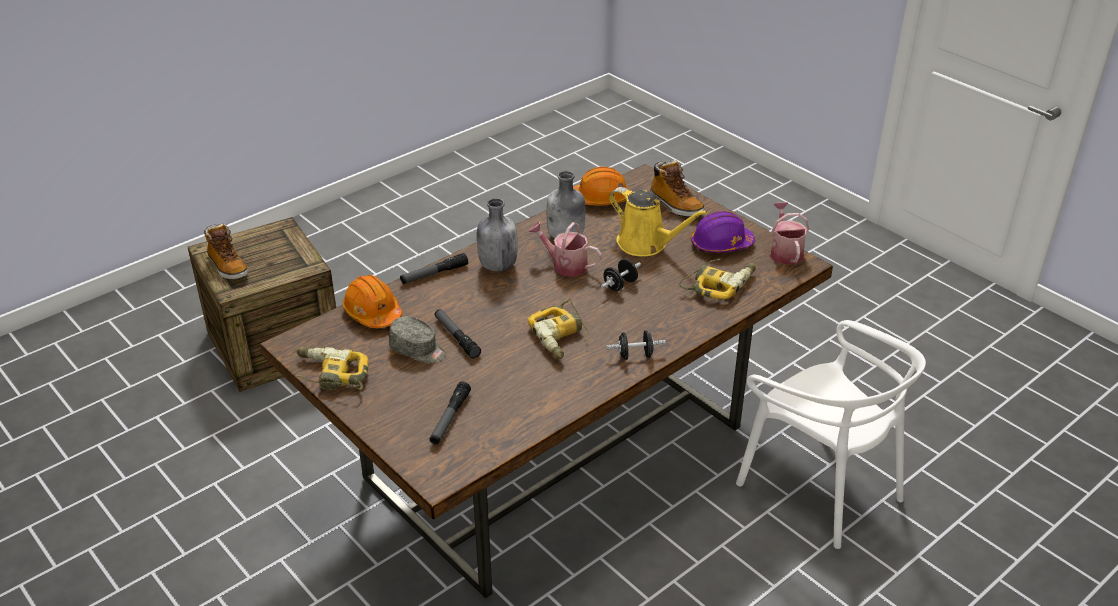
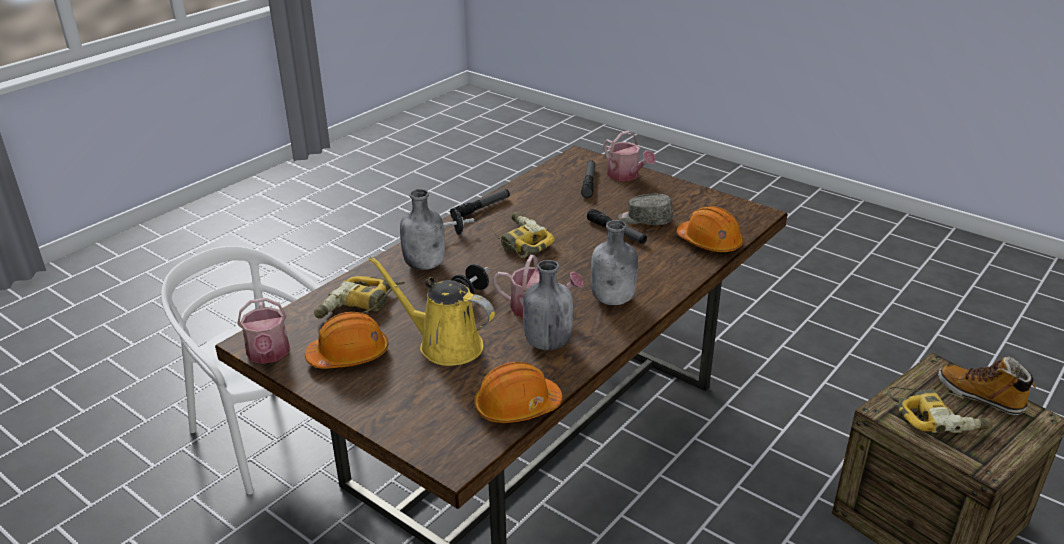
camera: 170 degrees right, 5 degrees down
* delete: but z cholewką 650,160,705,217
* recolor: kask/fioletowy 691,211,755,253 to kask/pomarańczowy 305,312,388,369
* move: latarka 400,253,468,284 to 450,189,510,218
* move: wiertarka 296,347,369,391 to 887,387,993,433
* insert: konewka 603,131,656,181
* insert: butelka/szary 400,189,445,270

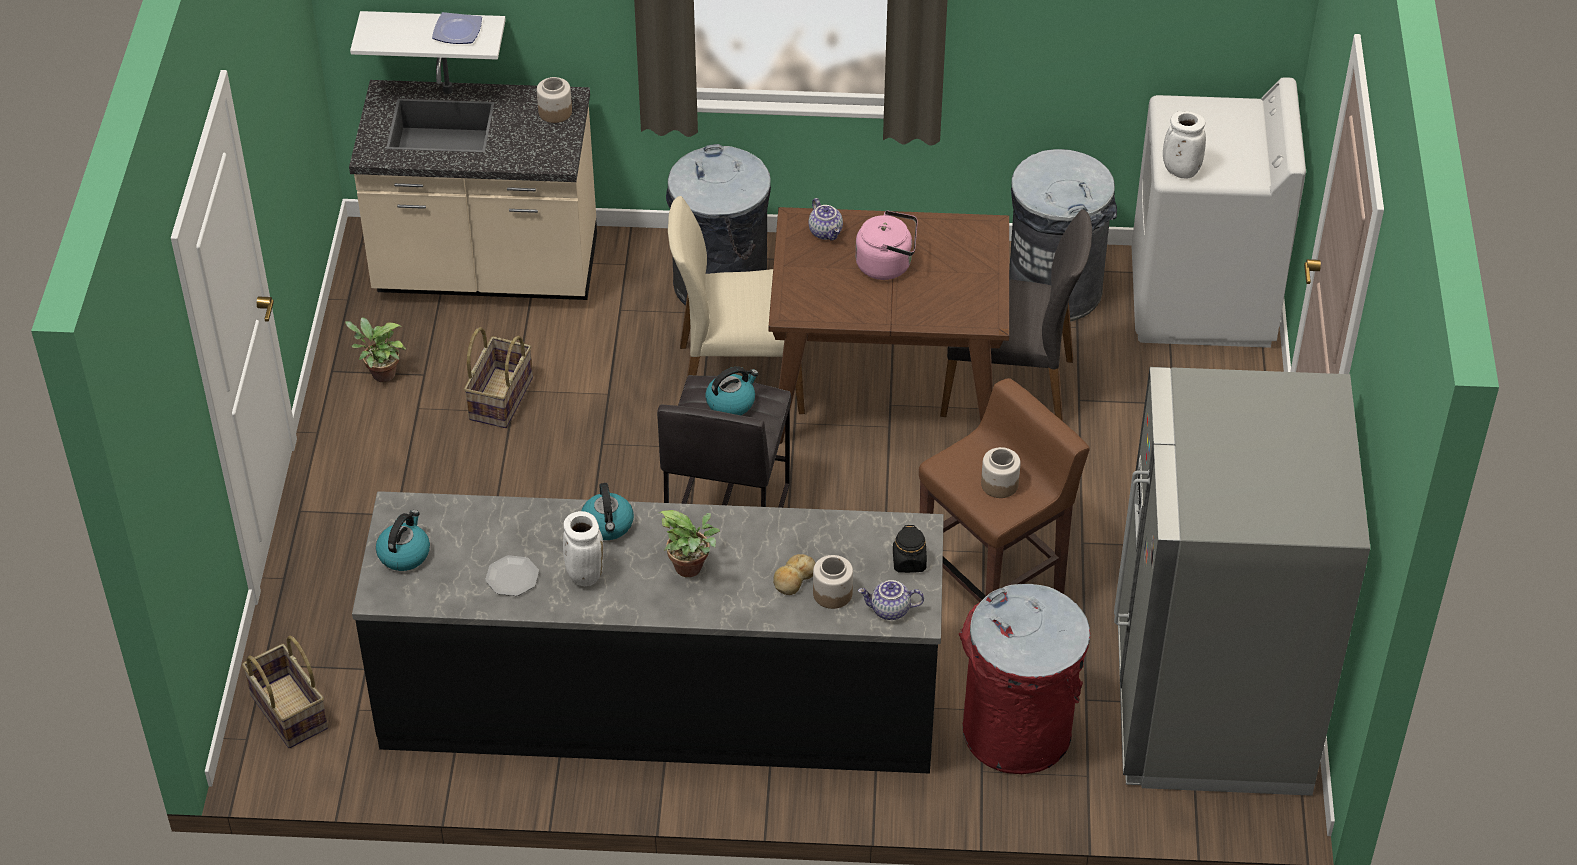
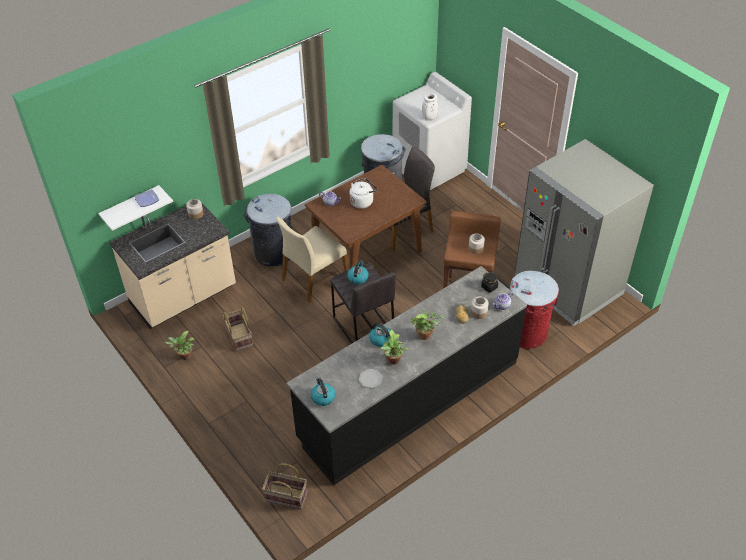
camera: 40 degrees left, 0 degrees up
* recolor: czajnik/różowy 855,210,918,280 to czajnik/biały 350,178,378,209
* replace: wazon/biały 563,511,603,586 to roślina doniczkowa 380,329,410,365

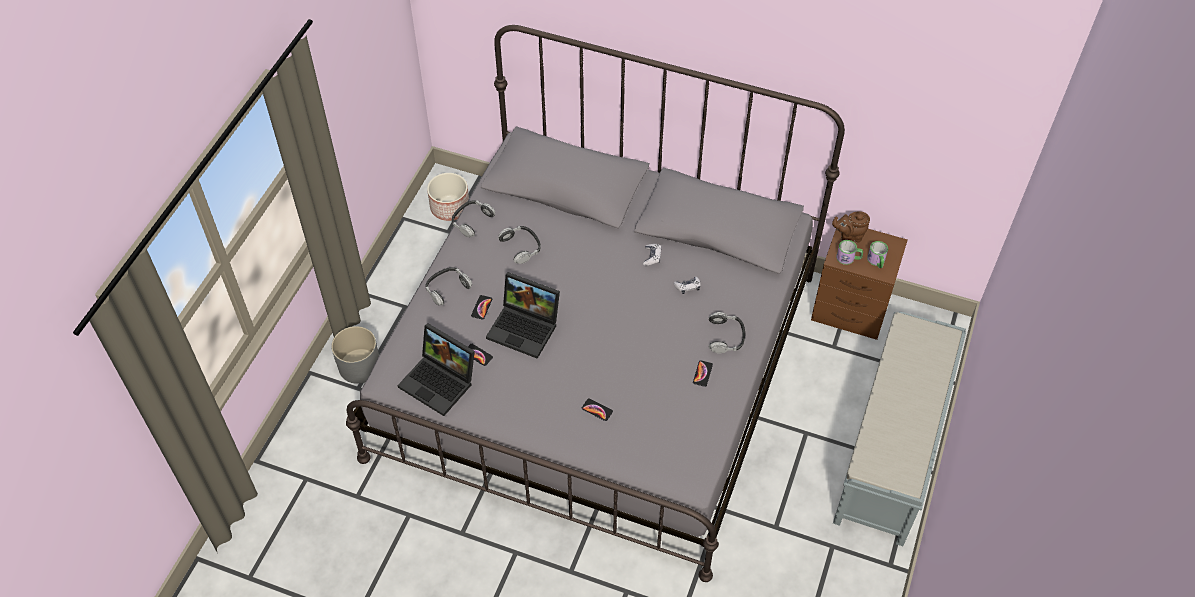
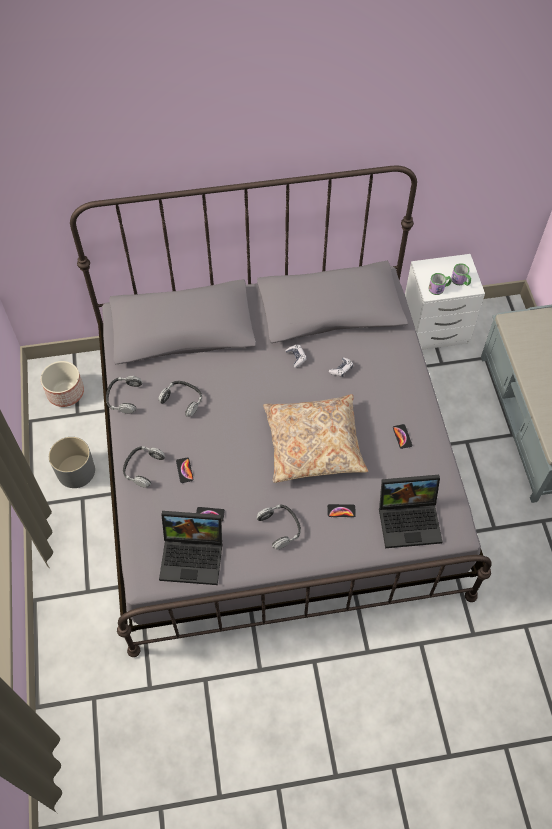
camera: 30 degrees left, 5 degrees up
* delete: imbryk/brązowy 832,211,870,243
* recolor: szafka nocna/brązowy 811,228,907,340 to szafka nocna/biały 405,254,485,350
* move: laptop 486,272,560,359 to 379,475,443,548
* move: słuchawki 709,312,745,353 to 257,505,301,550
* move: donica/szary 331,326,379,384 to 49,437,95,488
* insert: poduszka/beżowy 263,394,368,483

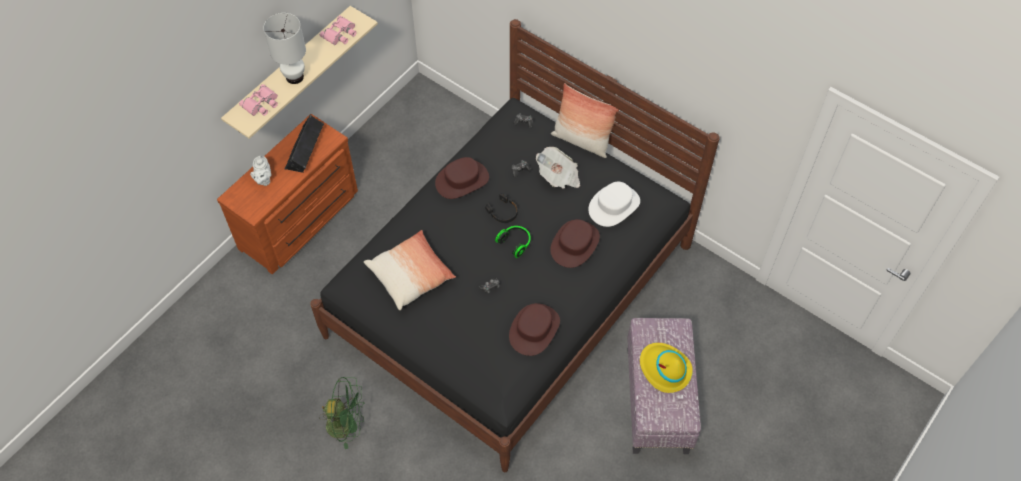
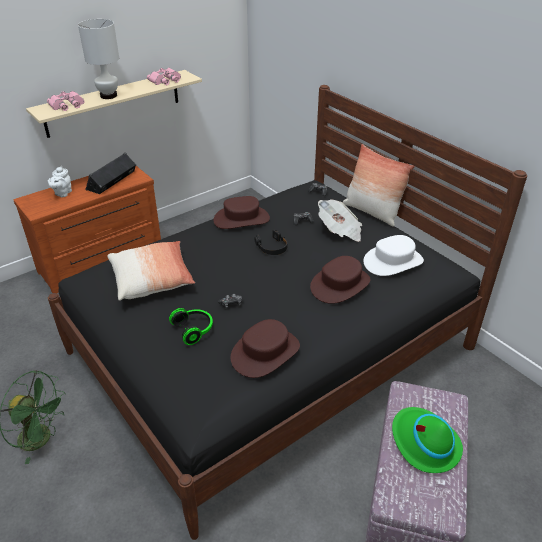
camera: 15 degrees right, 20 degrees down
* move: słuchawki 495,226,531,258 to 169,308,213,345
* recolor: kapelusz/żółty 640,343,693,393 to kapelusz/zielony 392,407,463,473

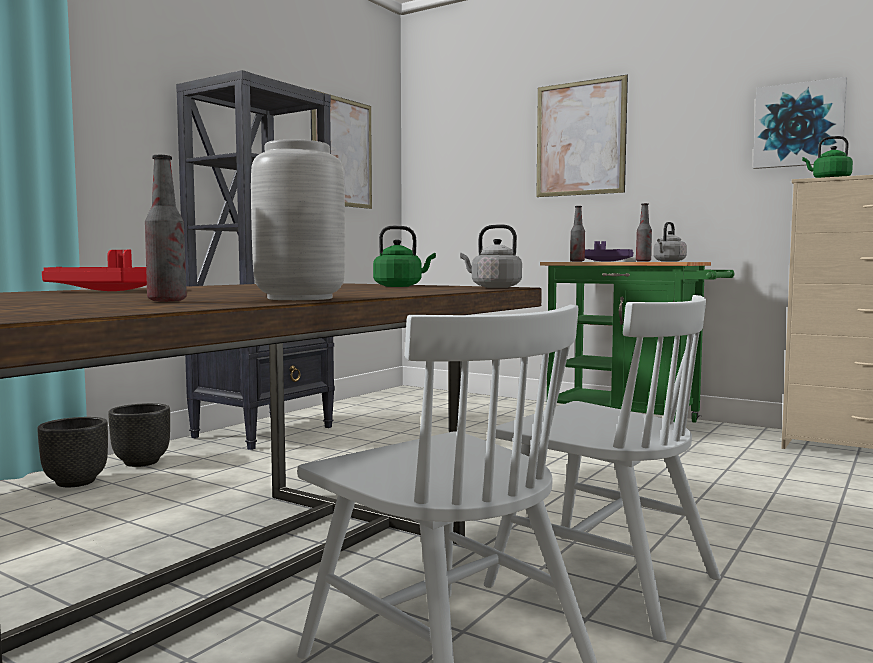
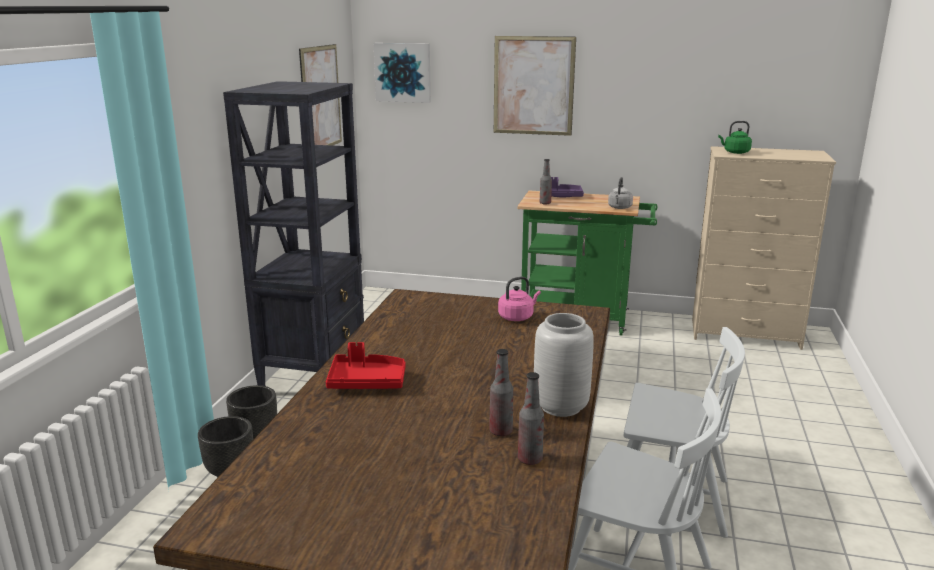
camera: 20 degrees left, 15 degrees up
* move: obraz 753,77,847,169 to 374,43,431,103
* move: butelka 636,203,652,262 to 518,372,544,465
* delete: czajnik/szary 460,224,522,288
* recolor: czajnik/zielony 373,226,436,287 to czajnik/różowy 498,276,541,321

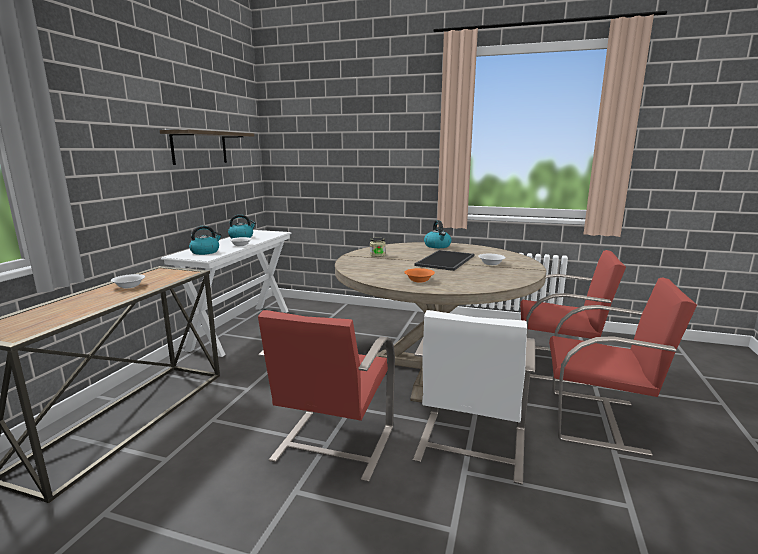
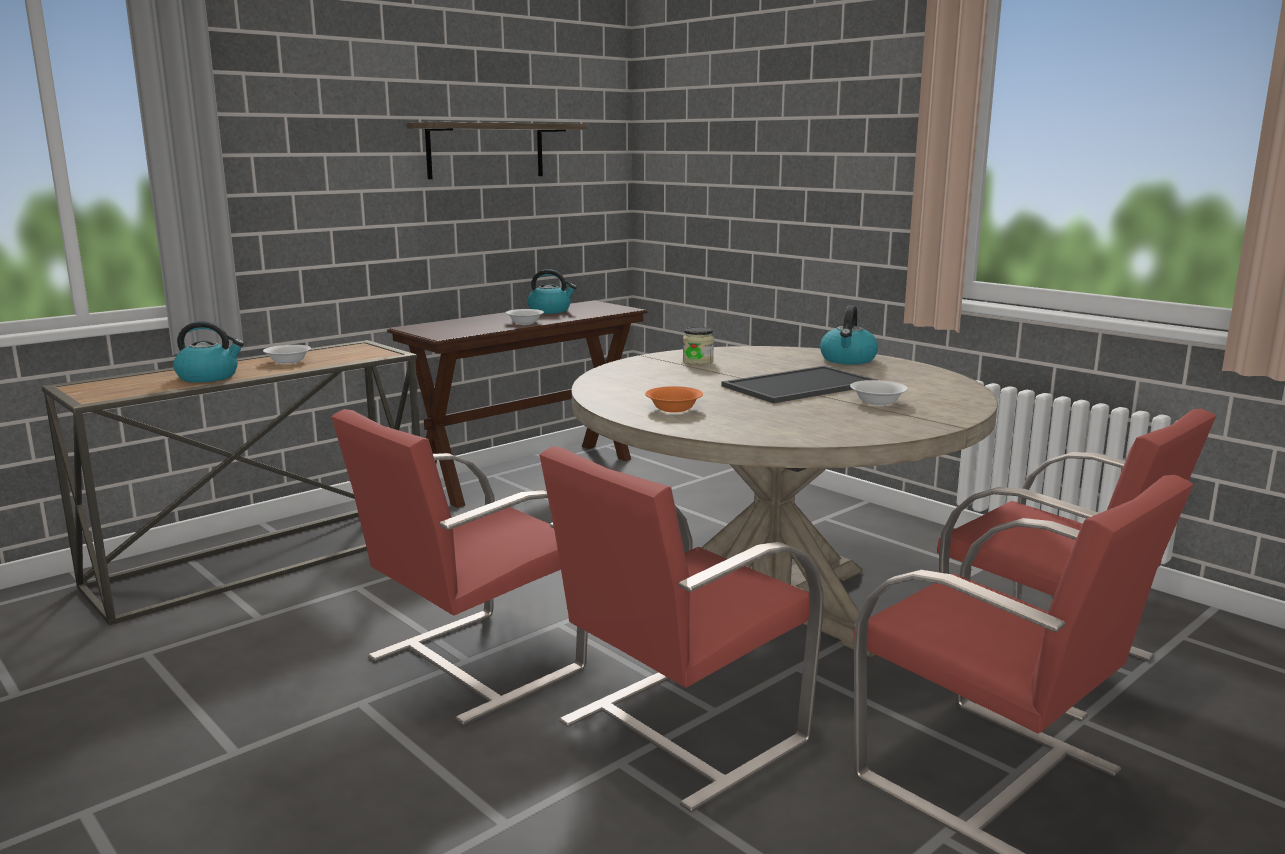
camera: 30 degrees right, 0 degrees up
* move: czajnik 189,226,222,255 to 173,321,244,382
* recolor: stolik konsolowy/biały 161,230,291,357 to stolik konsolowy/brązowy 387,301,647,508
* recolor: krzesło/biały 413,310,535,485 to krzesło/czerwony 540,446,824,813

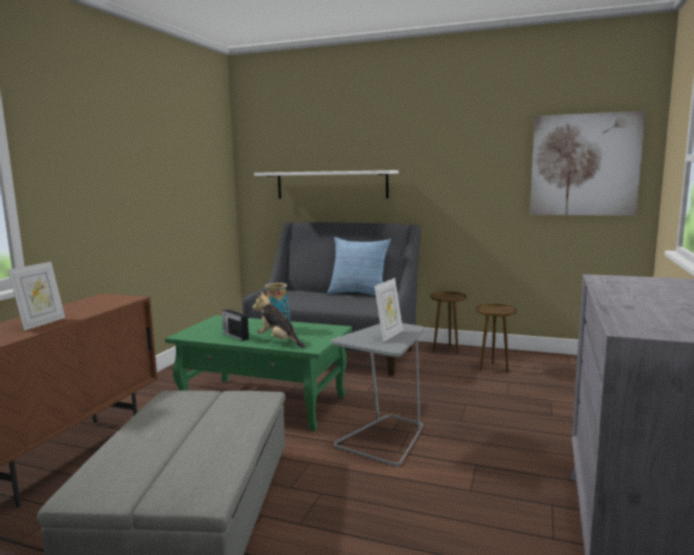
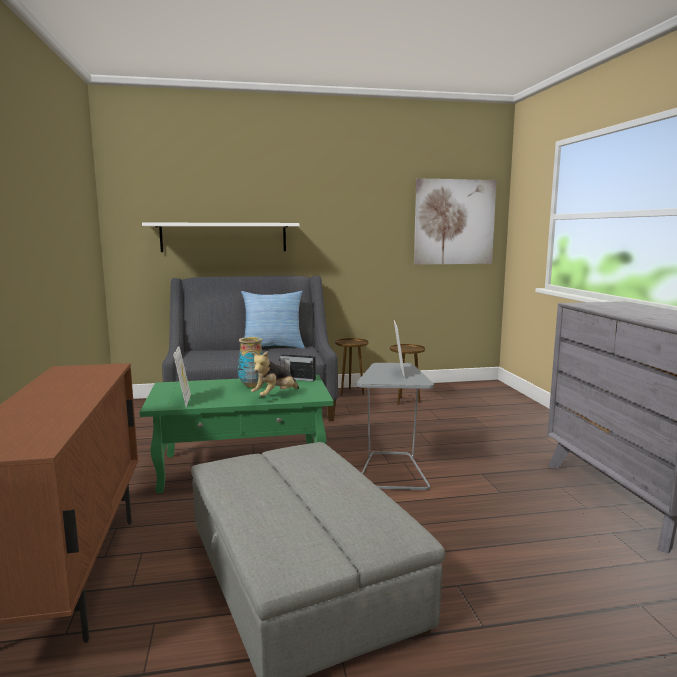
camera: 30 degrees left, 0 degrees up
* move: ramka na zdjęcie 8,262,65,331 to 173,346,191,407
* rotate: pluszak 252,292,305,348 = 251,351,299,397 60 degrees counterclockwise
* move: radio 222,308,249,341 to 279,350,316,381

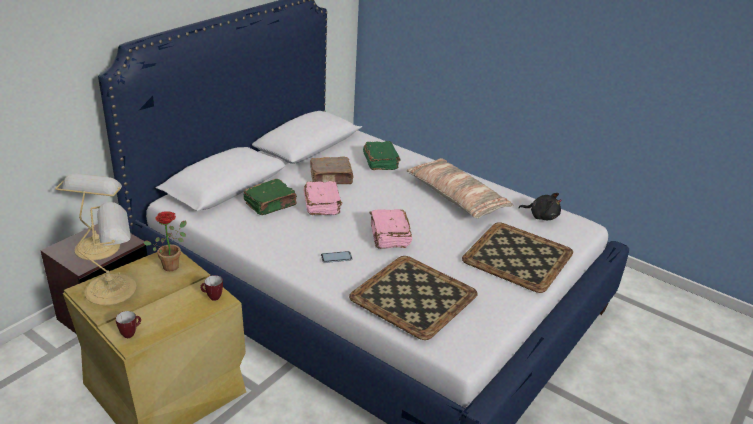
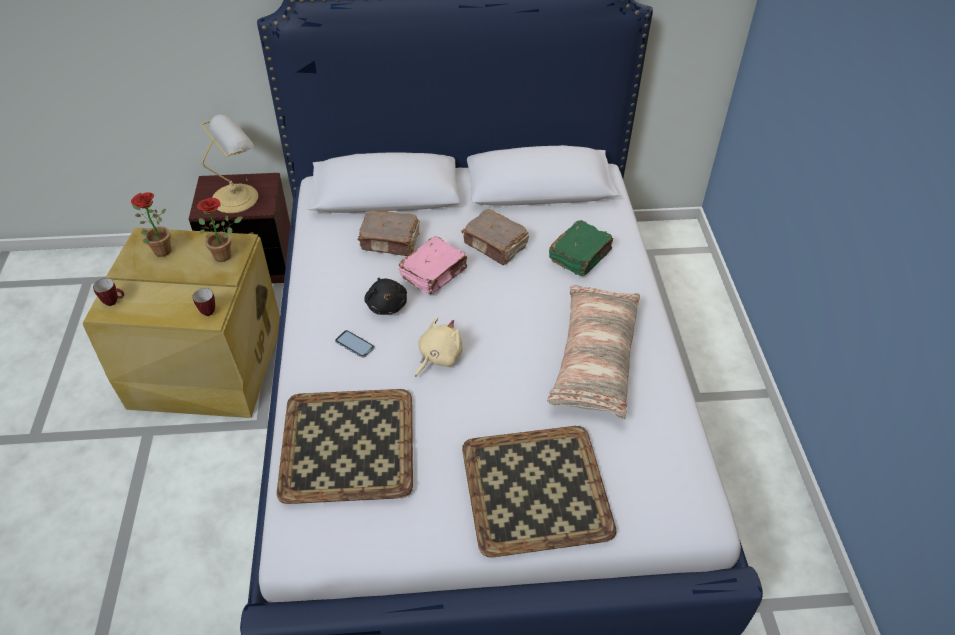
camera: 50 degrees right, 15 degrees up
* recolor: książka/zielony 243,179,297,215 to książka/brązowy 358,210,420,256
* move: pluszak/czarny 518,193,562,220 to 364,278,407,315
* replace: lampa stołowa 77,202,136,305 to roślina doniczkowa 131,192,171,257
* replace: książka/różowy 370,209,412,249 to pluszak/beżowy 415,317,463,377

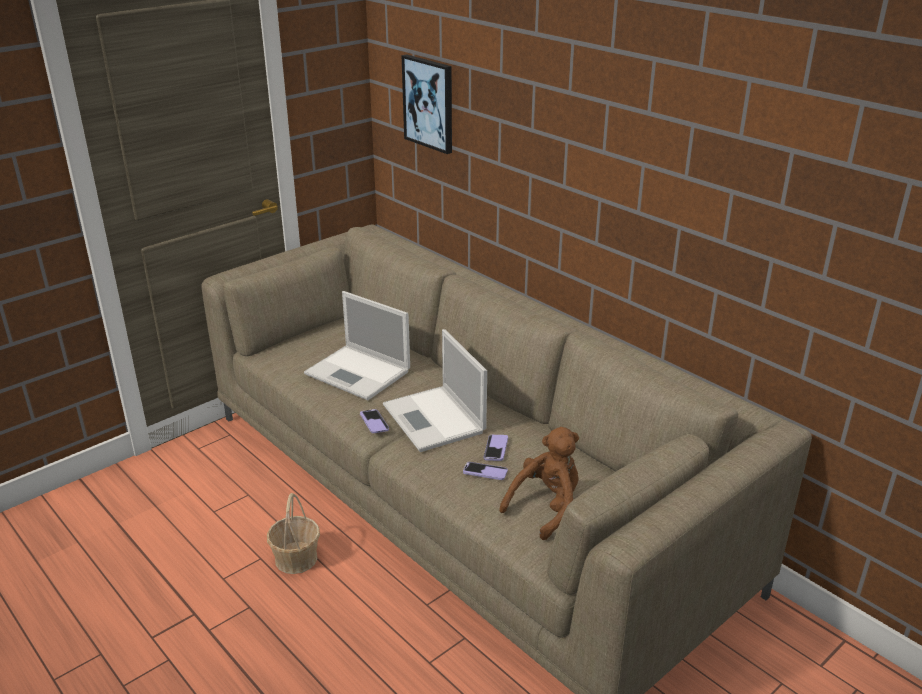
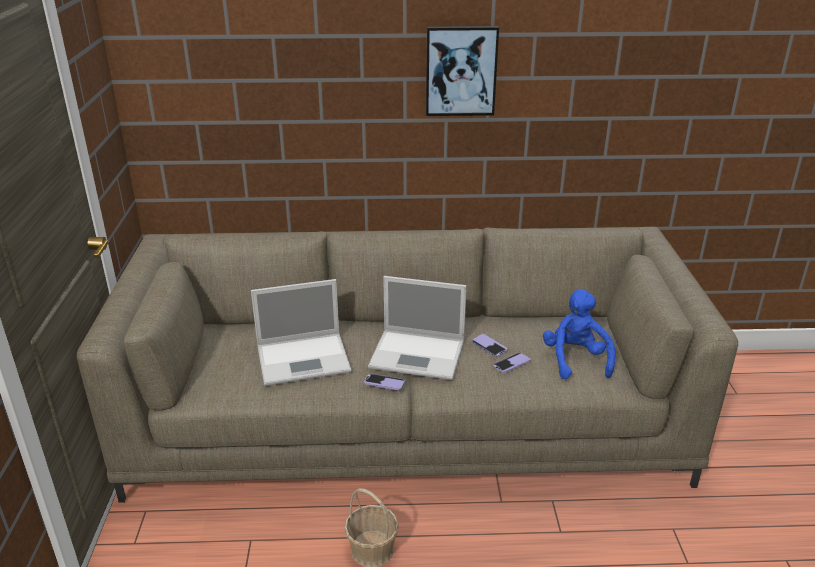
camera: 50 degrees left, 0 degrees up
* move: obraz 402,54,452,154 to 426,26,499,116
* recolor: pluszak/brązowy 499,427,579,540 to pluszak/niebieski 543,289,616,379

